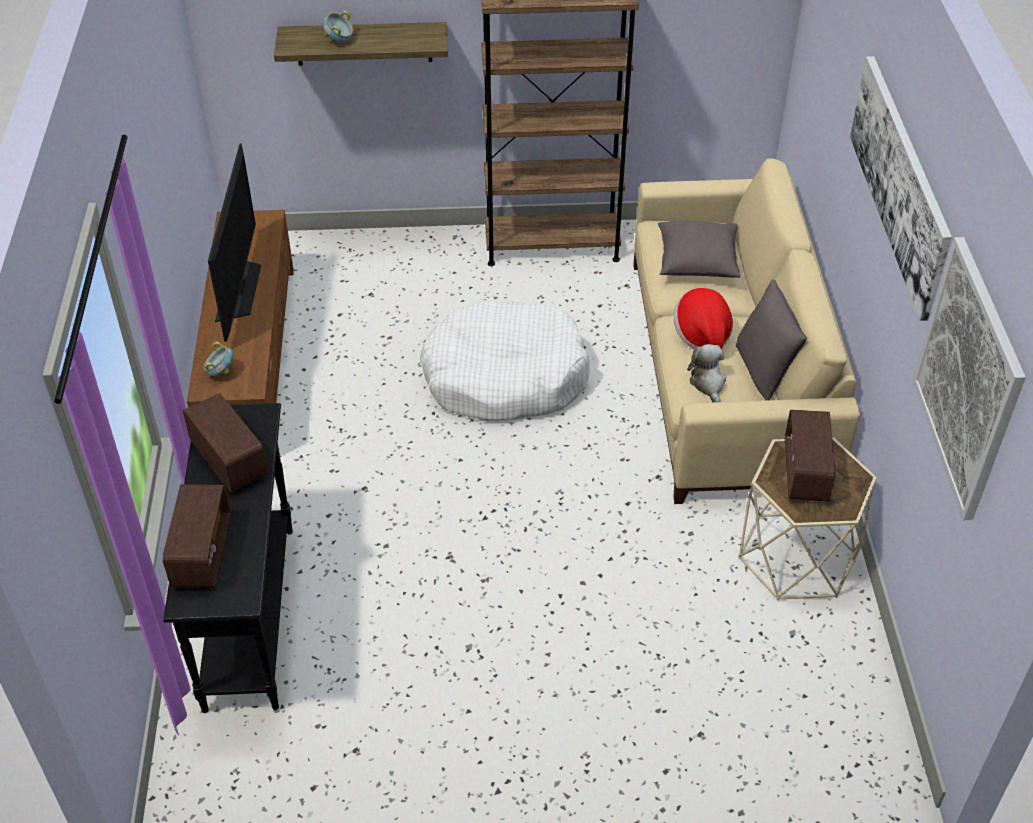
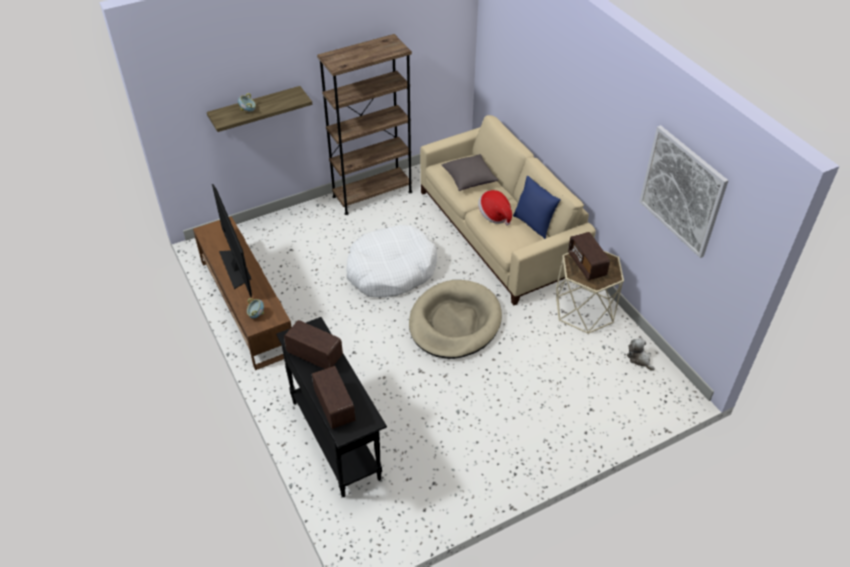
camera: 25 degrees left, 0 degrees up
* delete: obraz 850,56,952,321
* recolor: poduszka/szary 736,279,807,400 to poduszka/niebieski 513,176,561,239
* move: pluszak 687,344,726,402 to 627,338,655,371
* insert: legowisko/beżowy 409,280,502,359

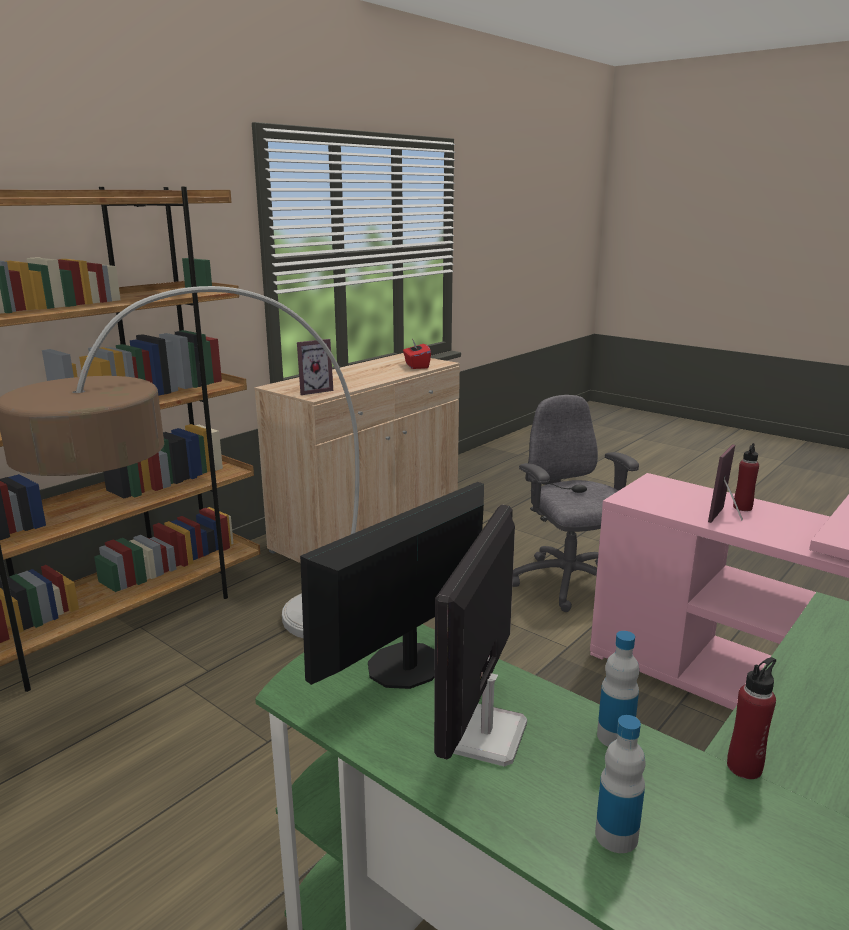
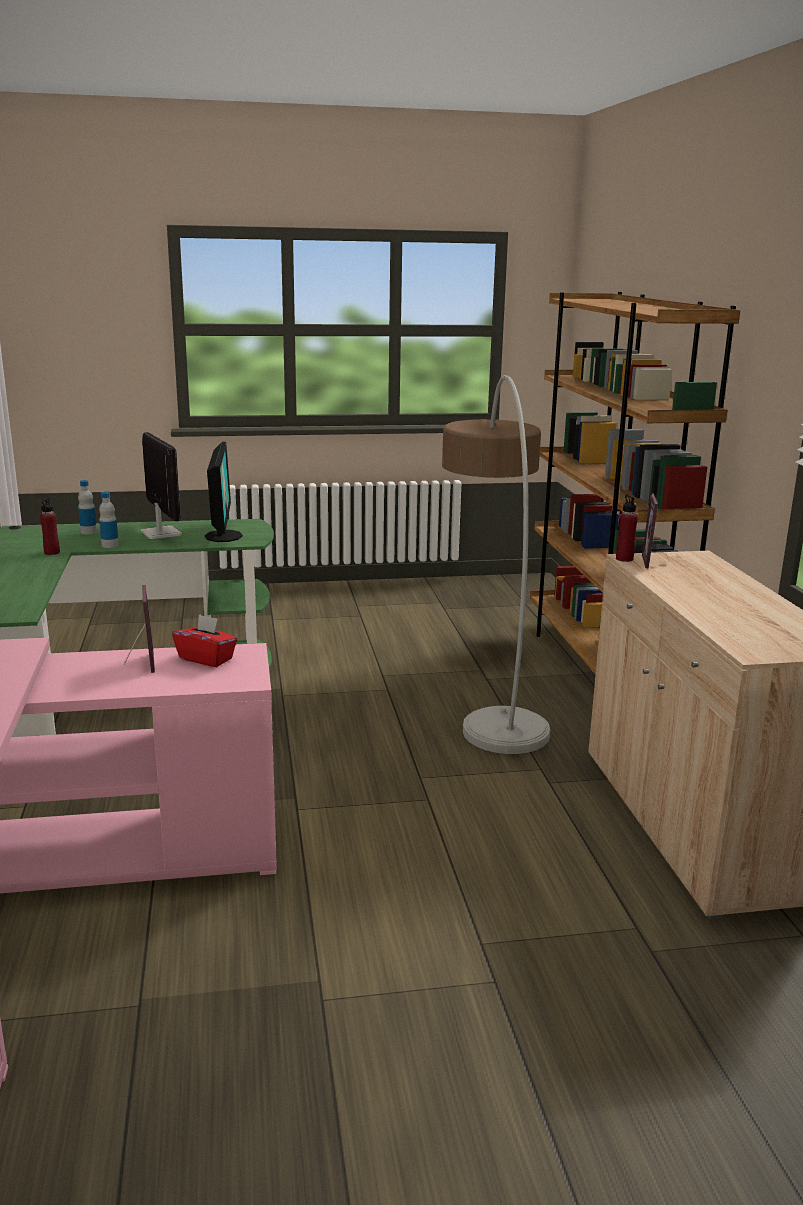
camera: 130 degrees right, 0 degrees up
* move: pudełko chusteczek/czerwony 403,339,431,369 to 172,614,238,667
* delete: krzesło biurowe/szary 512,395,639,612
* move: butelka/czerwony 733,443,759,511 to 616,494,638,562

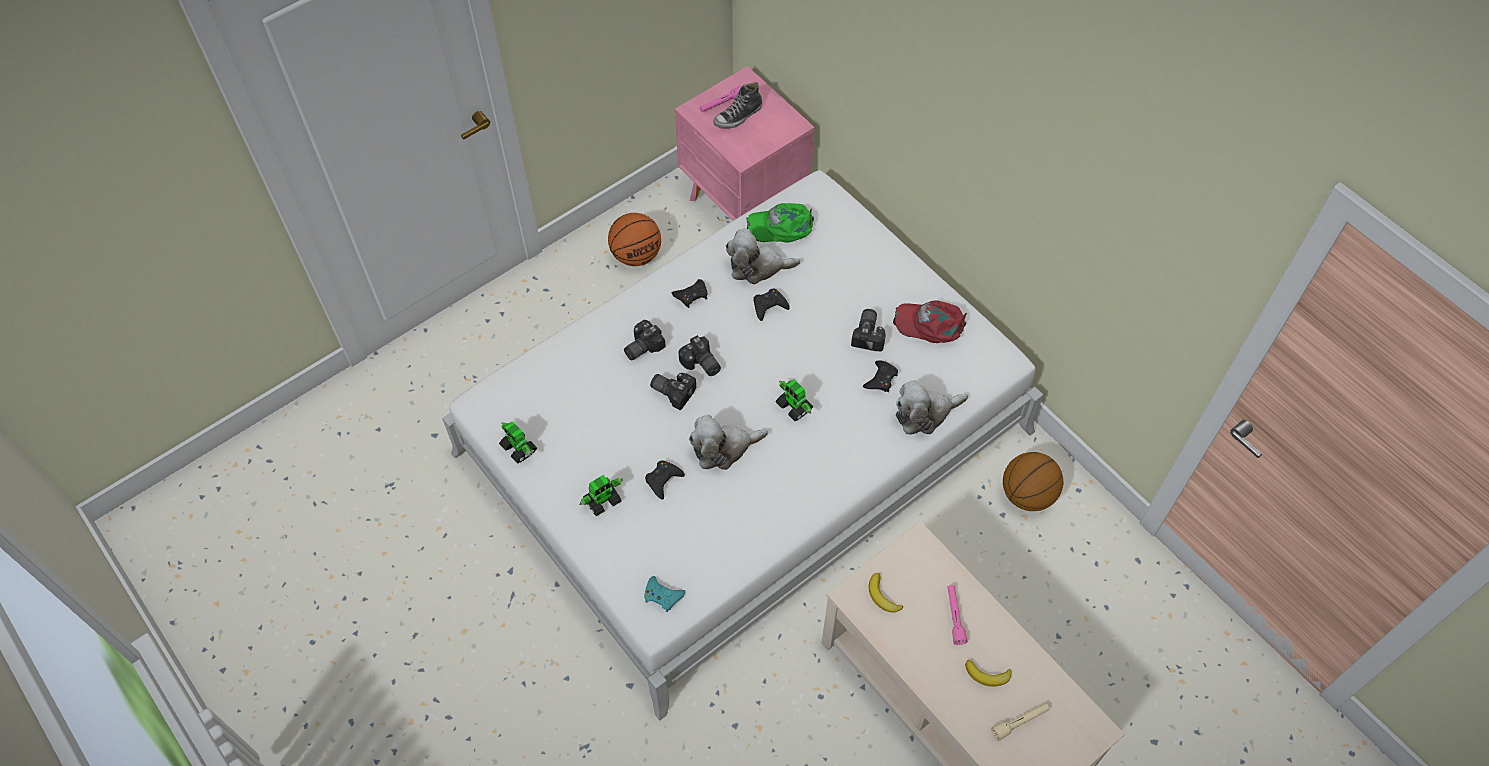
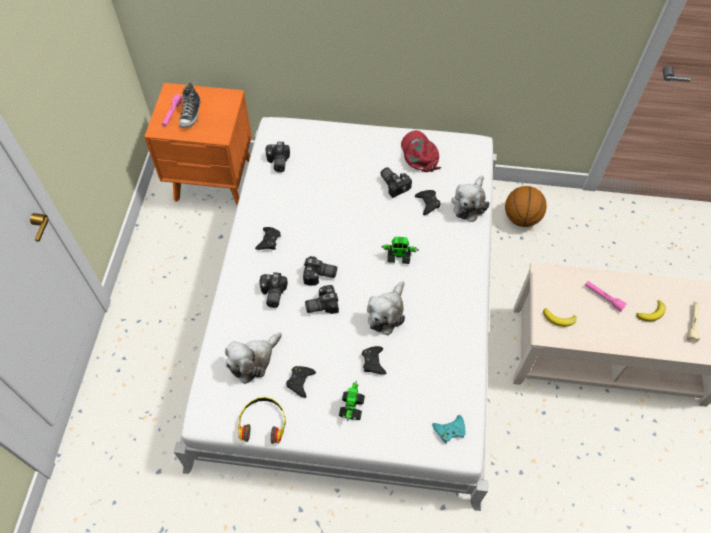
camera: 45 degrees left, 0 degrees up
* recolor: szafka nocna/różowy 675,66,815,221 to szafka nocna/pomarańczowy 144,83,252,205
* replace: czapka z daszkiem/zielony 746,203,814,242 to aparat fotograficzny 265,142,290,172
* delete: piłka do koszykówki 608,213,661,266
* move: pluszak 726,229,800,284 to 225,333,282,384
* move: pad do gier/czarny 753,289,790,321 to 286,366,316,398
* rotate: czapka z daszkiem/czerwony 893,301,967,343 = 401,130,441,172 105 degrees clockwise
* replace: robot zabawkowy 499,421,537,464 to słuchawki 238,397,286,444

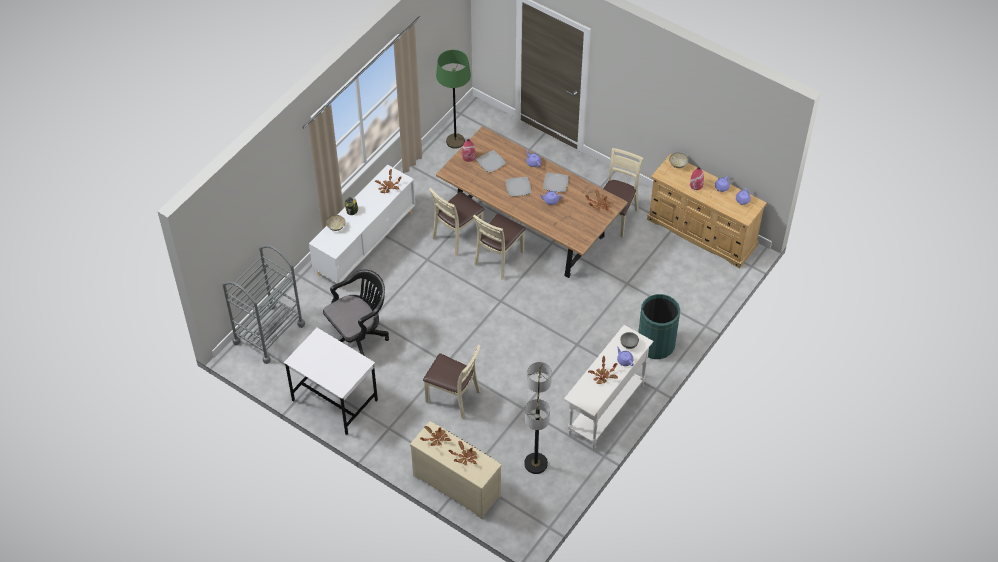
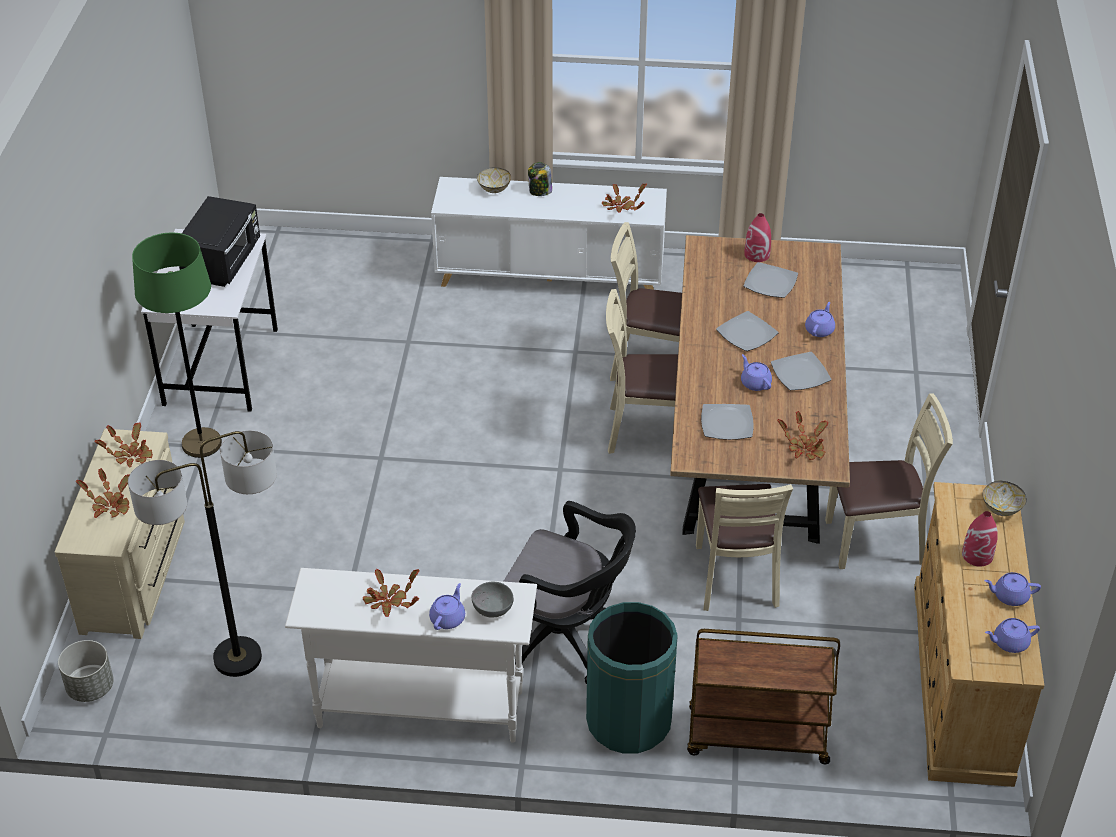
camera: 60 degrees right, 10 degrees down
* move: lampa stojąca/zielony 436,50,471,149 to 132,233,222,458
* delete: wózek/szary 222,245,305,364
* move: krzesło biurowe/czarny 323,270,389,356 to 503,501,636,684
* move: krzesło/beżowy 423,345,481,420 to 696,484,793,611
* insert: mikrofalówka/czarny 179,196,260,287
* insert: talerz 701,404,754,440
* insert: wózek/brązowy 687,629,840,764
* insert: donica/szary 58,640,114,702

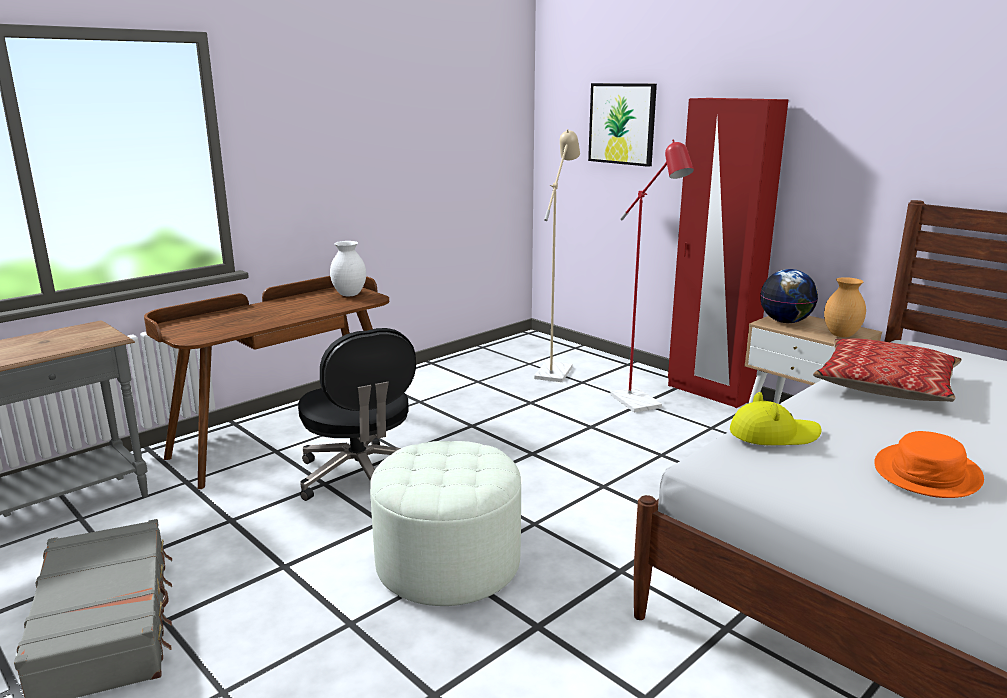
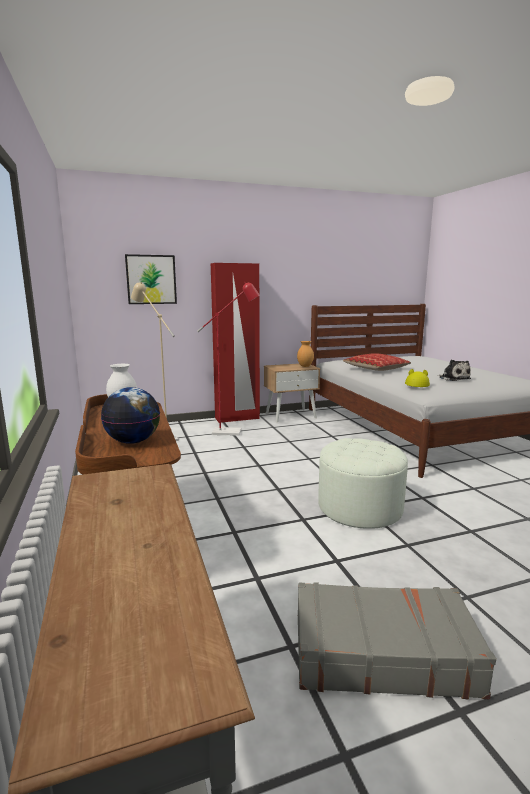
camera: 65 degrees left, 5 degrees down
* move: globus 760,269,818,323 to 101,387,160,444
* delete: krzesło biurowe/czarny 298,328,416,501
* replace: kapelusz/pomarańczowy 874,431,984,498 to pluszak 438,360,471,381

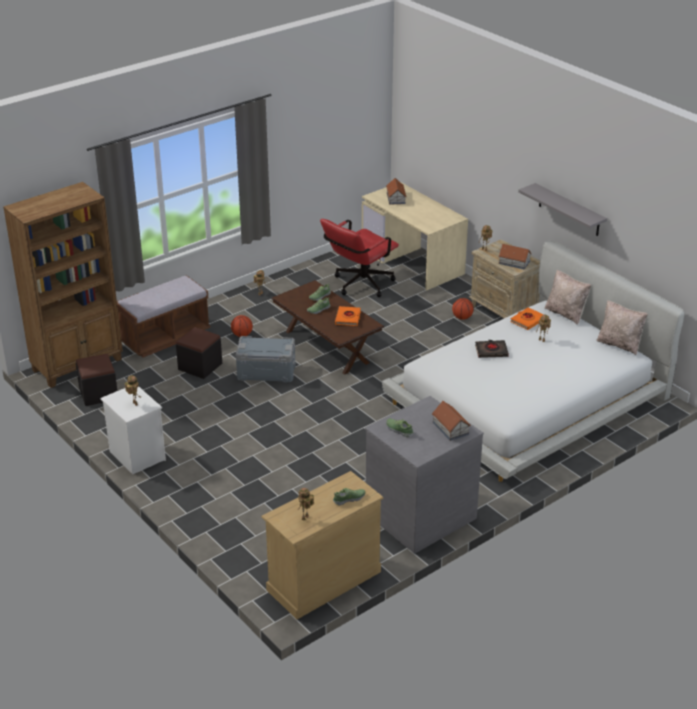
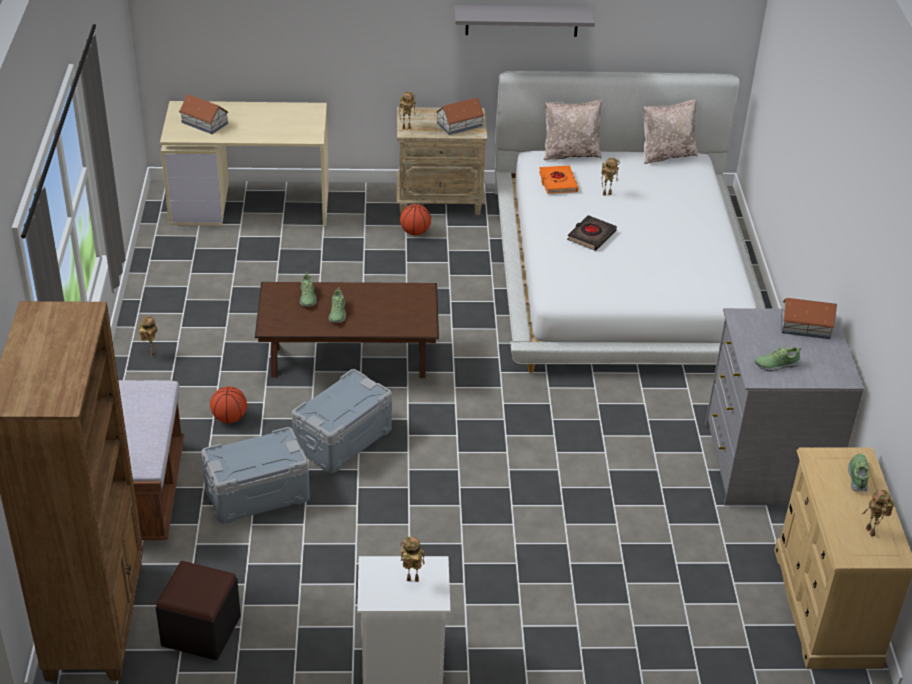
camera: 55 degrees left, 5 degrees up
* delete: krzesło biurowe/czerwony 320,219,399,297
* delete: książka/pomarańczowy 335,306,361,326
* replace: pufa/czarny 176,327,222,379 to pojemnik do przechowywania/szary 201,427,310,524

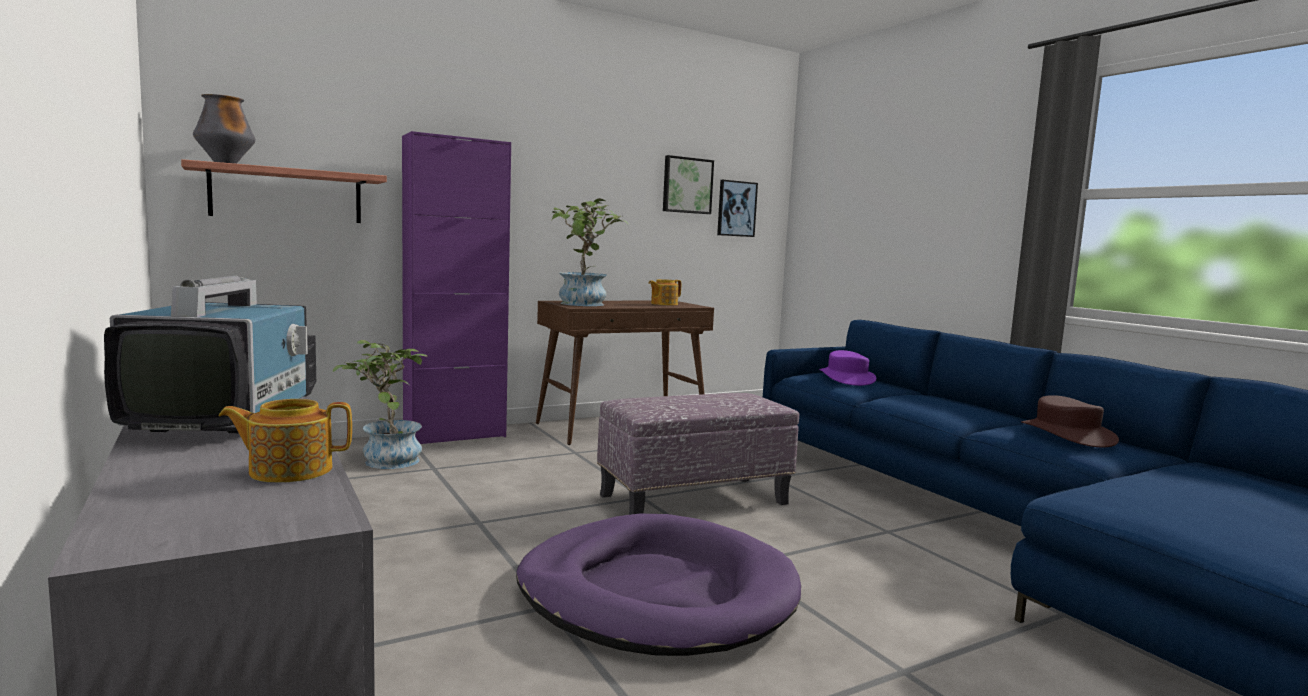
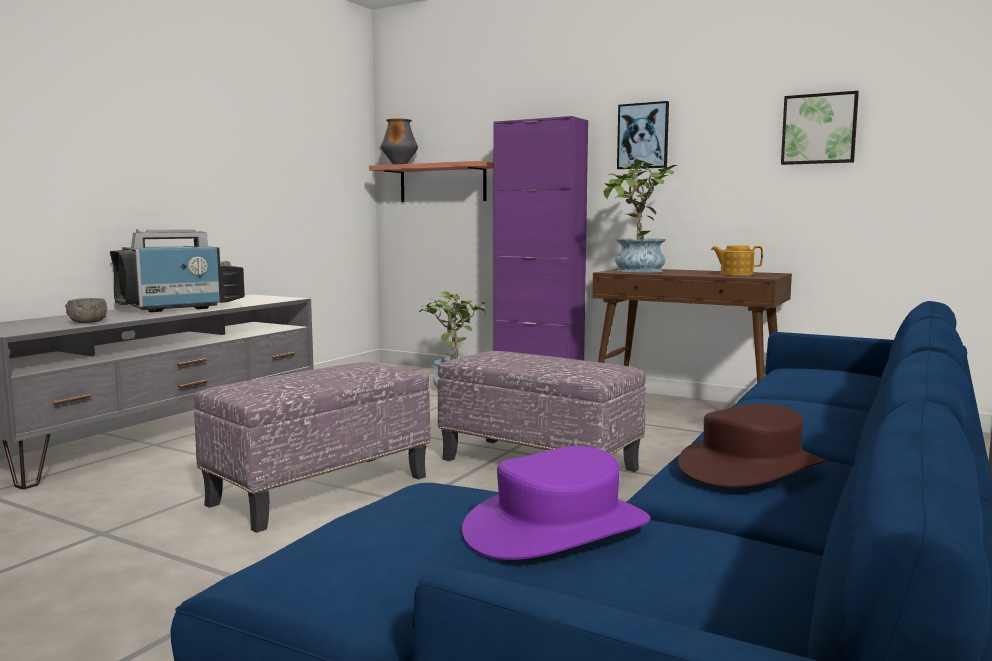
camera: 60 degrees right, 0 degrees up
* move: obraz 717,180,758,237 to 617,101,669,169
* move: kapelusz/fioletowy 819,350,876,386 to 462,446,651,560
* replace: imbryk 219,399,352,483 to miska/szary 65,298,107,323
* replace: legowisko/fioletowy 516,514,801,656 to pufa 194,362,431,533

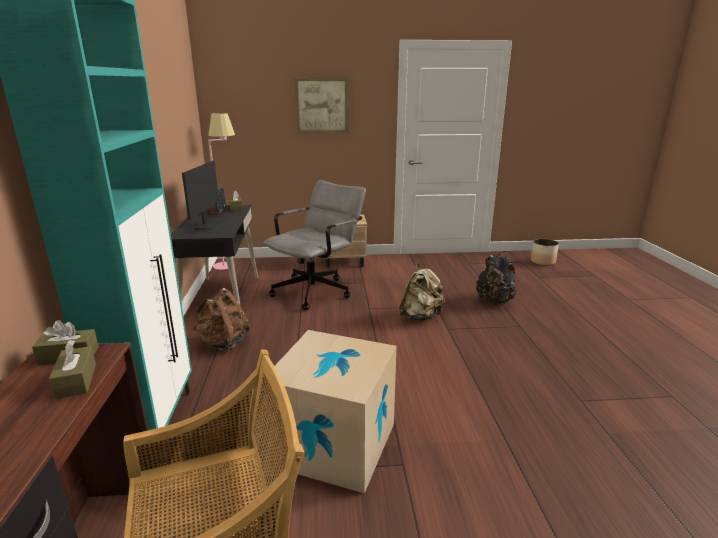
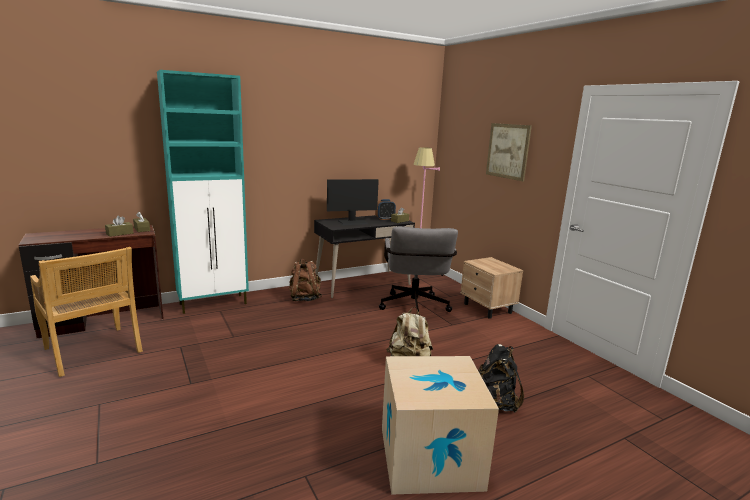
camera: 65 degrees right, 5 degrees down
* rotate: krzesło biurowe/szary 263,180,366,310 = 379,226,458,315 75 degrees clockwise
* delete: donica 530,239,559,266
* move: karton 265,330,397,494 to 382,356,499,495

